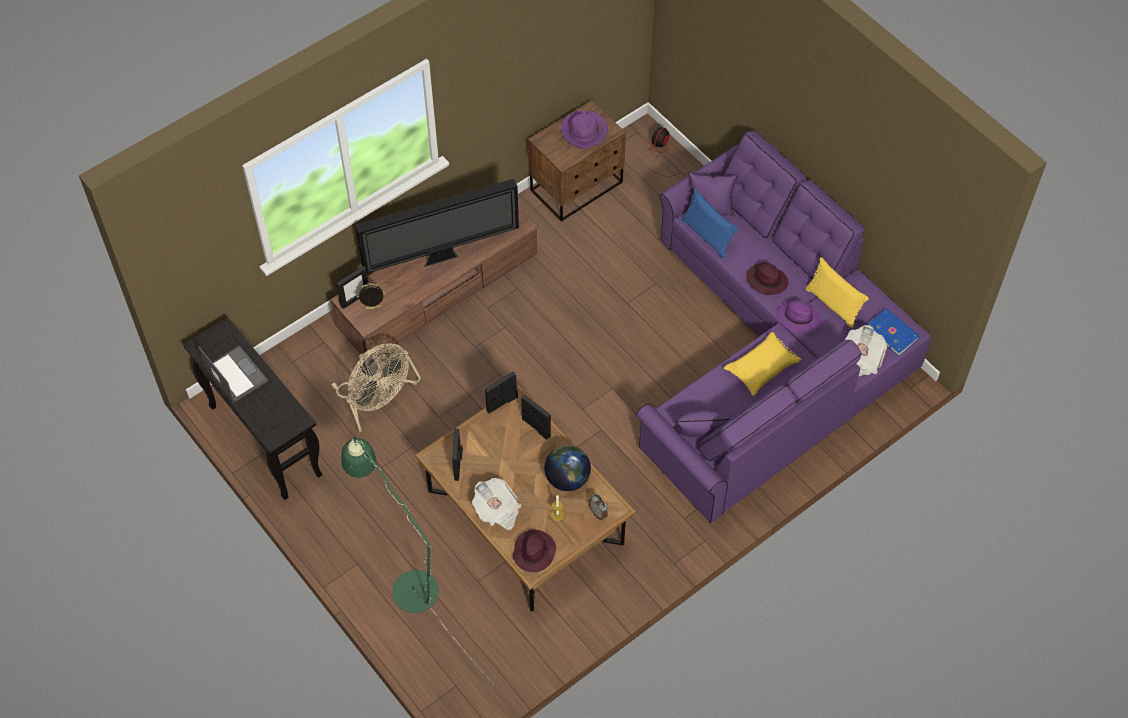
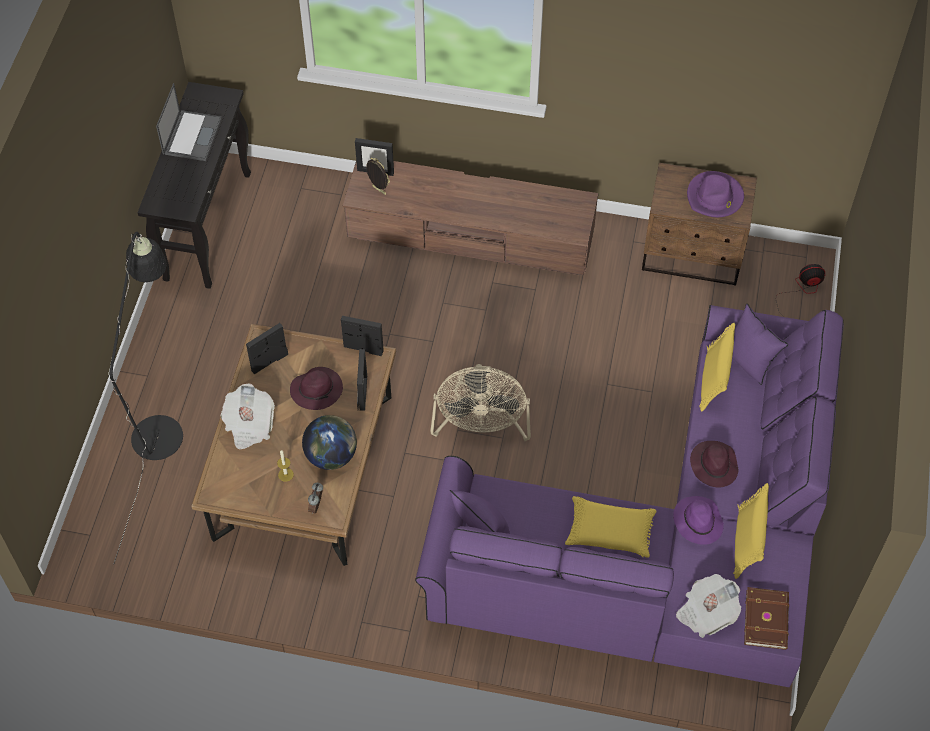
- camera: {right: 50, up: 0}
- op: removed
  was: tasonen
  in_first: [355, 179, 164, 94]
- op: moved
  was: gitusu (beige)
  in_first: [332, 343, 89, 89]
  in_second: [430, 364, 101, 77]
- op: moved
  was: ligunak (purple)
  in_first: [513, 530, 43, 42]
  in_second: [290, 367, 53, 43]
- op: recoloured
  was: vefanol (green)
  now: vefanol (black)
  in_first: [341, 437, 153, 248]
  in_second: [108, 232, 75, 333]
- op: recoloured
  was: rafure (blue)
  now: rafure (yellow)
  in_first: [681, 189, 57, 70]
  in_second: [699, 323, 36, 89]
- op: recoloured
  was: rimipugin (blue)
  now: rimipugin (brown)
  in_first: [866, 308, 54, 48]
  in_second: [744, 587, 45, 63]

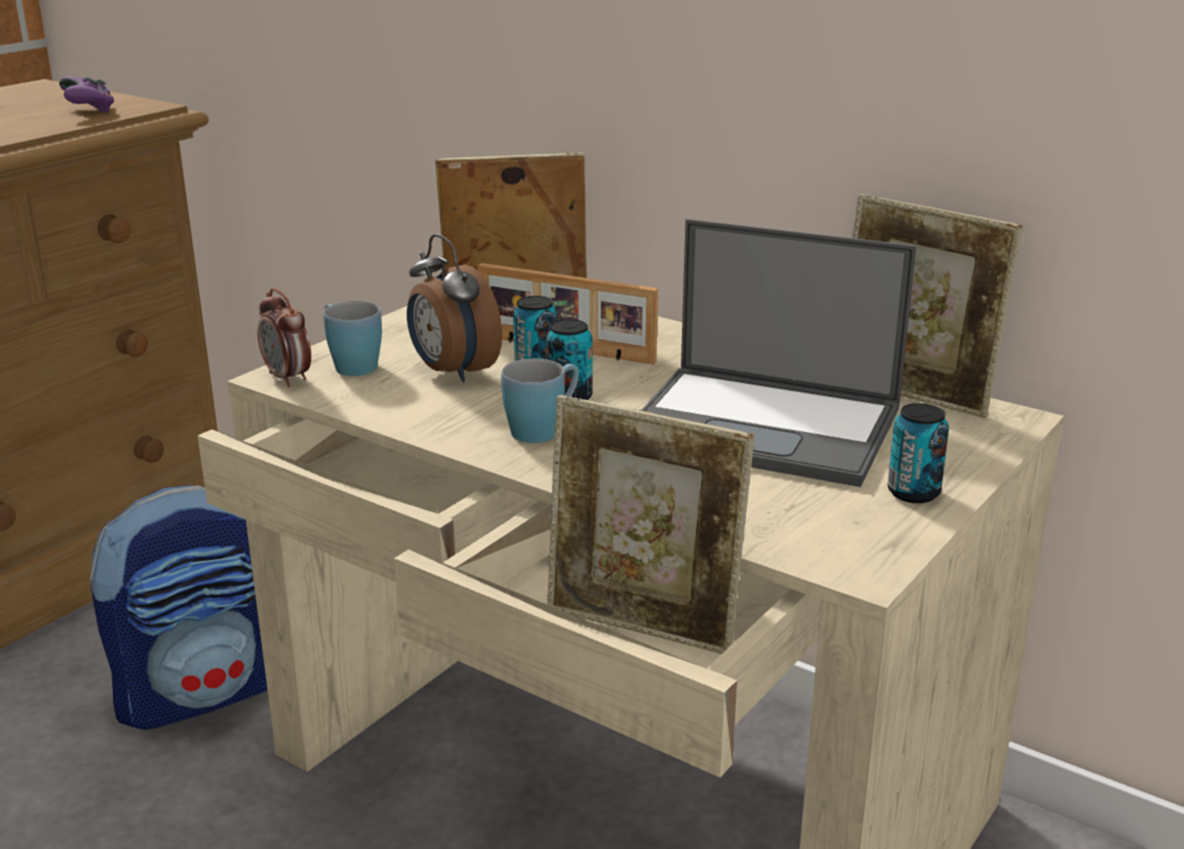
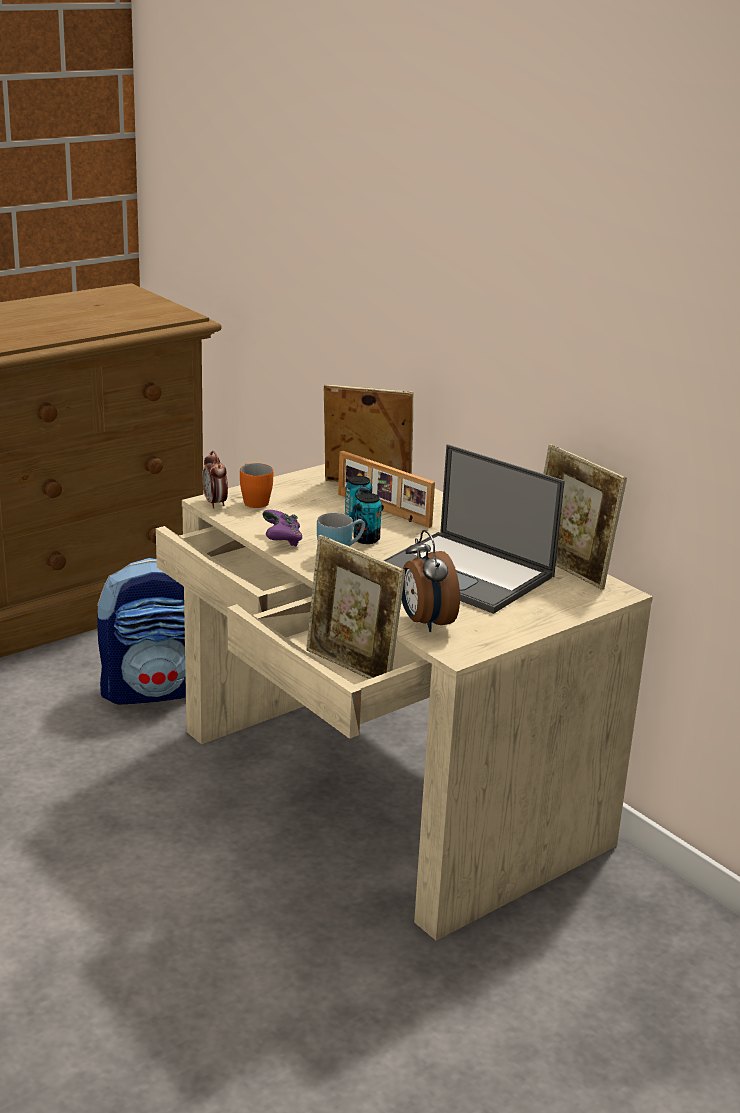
- camera: {right: 15, up: 0}
- op: removed
  was: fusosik
  in_first: [888, 403, 61, 100]
- op: moved
  was: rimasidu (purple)
  in_first: [59, 77, 55, 36]
  in_second: [262, 510, 40, 36]
- op: moved
  was: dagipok
  in_first: [407, 234, 95, 148]
  in_second: [402, 530, 58, 102]
- op: recoloured
  was: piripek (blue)
  now: piripek (orange)
  in_first: [323, 301, 59, 75]
  in_second: [240, 463, 33, 45]

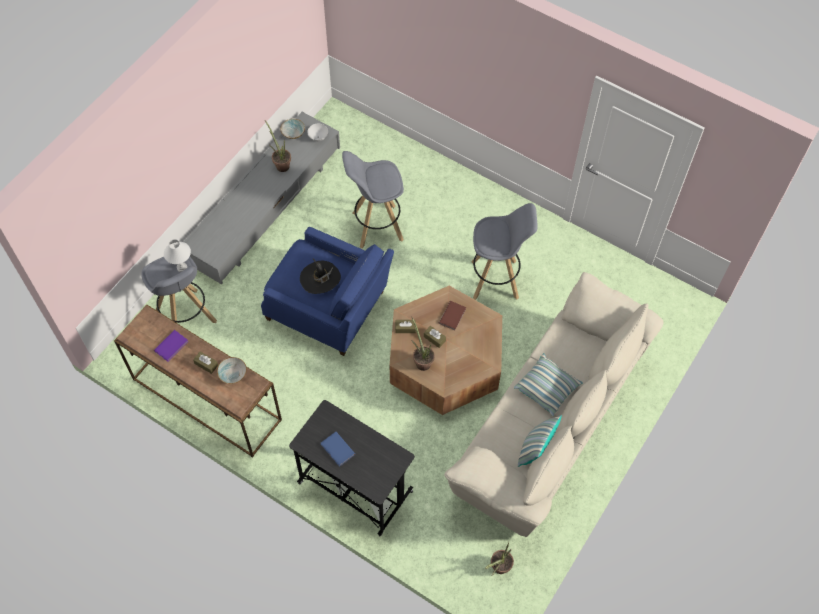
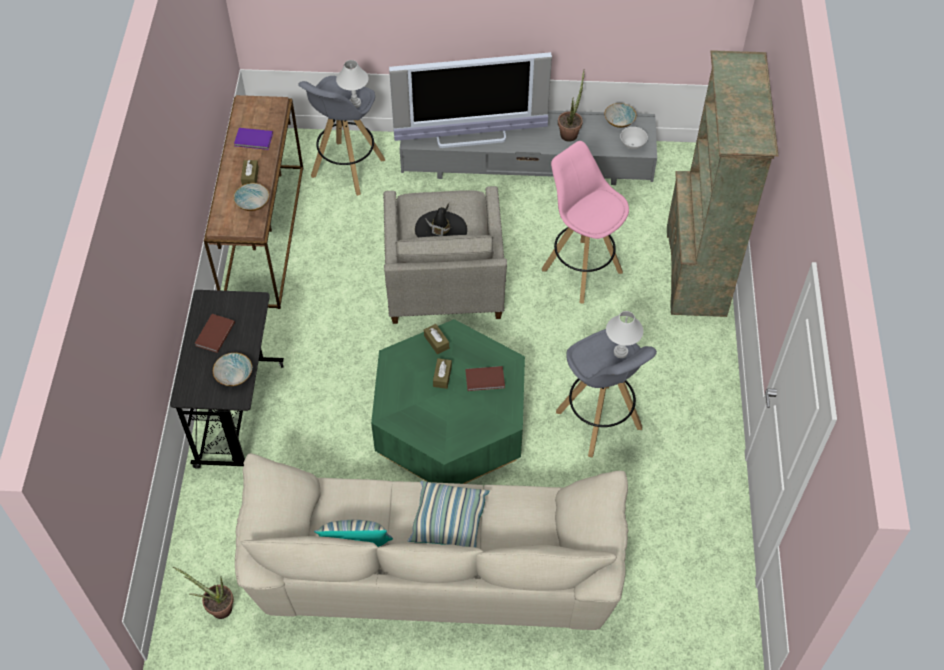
- camera: {right: 60, up: -5}
- op: removed
  was: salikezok
  in_first: [411, 317, 24, 54]
- op: added
  now: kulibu
  in_second: [213, 353, 39, 33]
- op: added
  now: tasonen
  in_second: [389, 52, 163, 96]
- op: added
  now: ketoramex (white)
  in_second: [606, 311, 37, 47]
- op: added
  now: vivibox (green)
  in_second: [667, 50, 112, 267]
- op: recoloured
  was: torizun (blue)
  now: torizun (grey)
  in_first: [261, 227, 133, 129]
  in_second: [383, 186, 124, 138]
- op: recoloured
  was: rimipugin (blue)
  now: rimipugin (brown)
  in_first: [321, 432, 34, 35]
  in_second: [194, 314, 41, 39]
- op: recoloured
  was: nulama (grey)
  now: nulama (pink)
  in_first: [342, 151, 62, 97]
  in_second: [542, 141, 87, 163]
- op: recoloured
  was: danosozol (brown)
  now: danosozol (green)
  in_first: [390, 286, 112, 129]
  in_second: [371, 319, 154, 165]

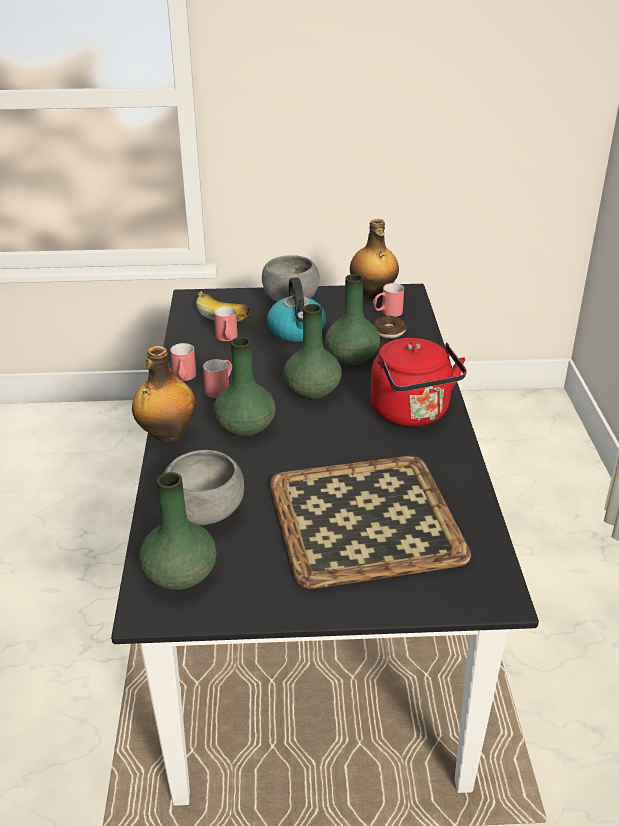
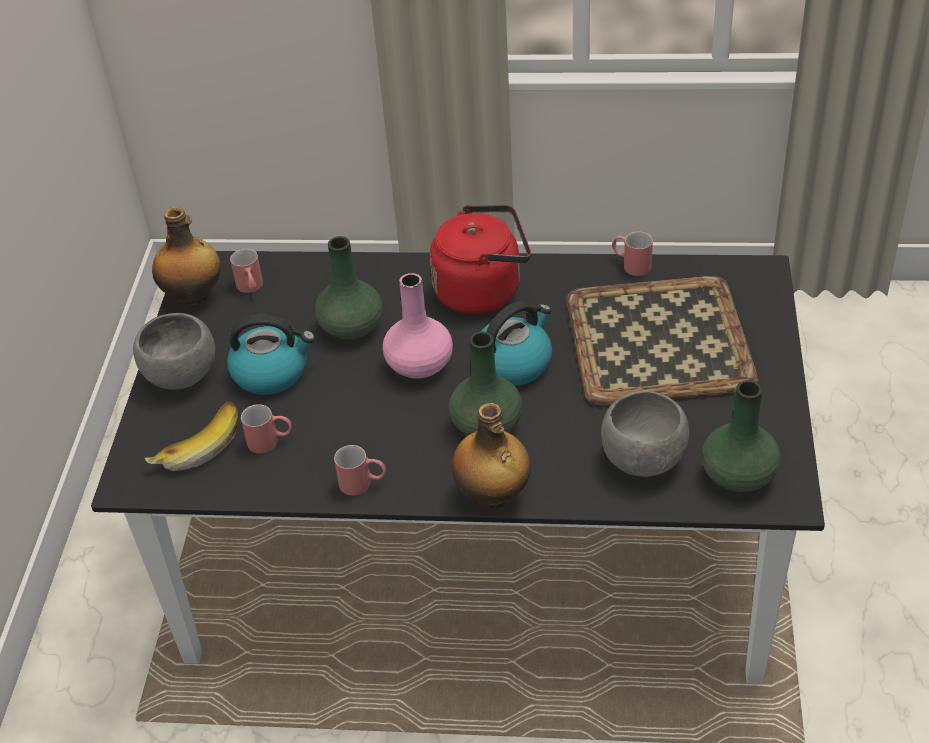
- camera: {right: -80, up: 10}
- op: removed
  was: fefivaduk
  in_first: [373, 316, 33, 23]
- op: added
  now: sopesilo
  in_second: [480, 301, 72, 85]
- op: moved
  was: piripek (red)
  in_first: [203, 359, 29, 39]
  in_second: [612, 232, 41, 44]
- op: recoloured
  was: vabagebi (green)
  now: vabagebi (pink)
  in_first: [284, 304, 58, 95]
  in_second: [383, 273, 70, 106]

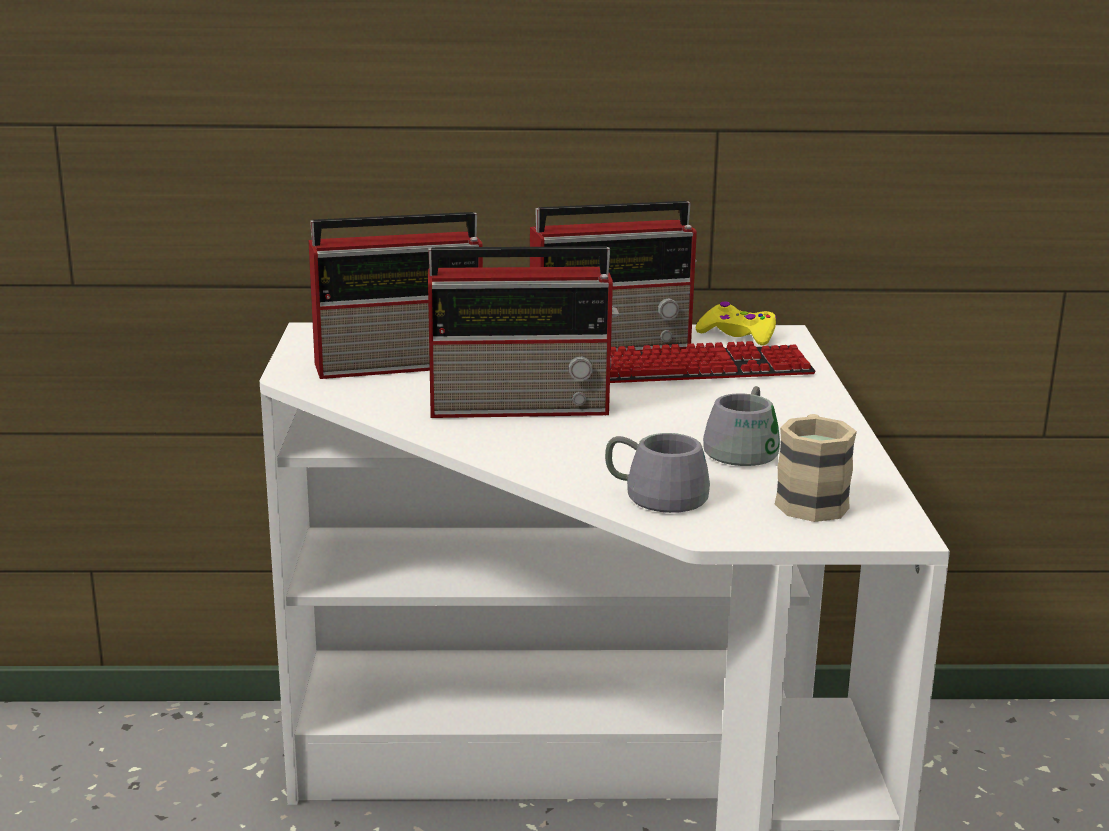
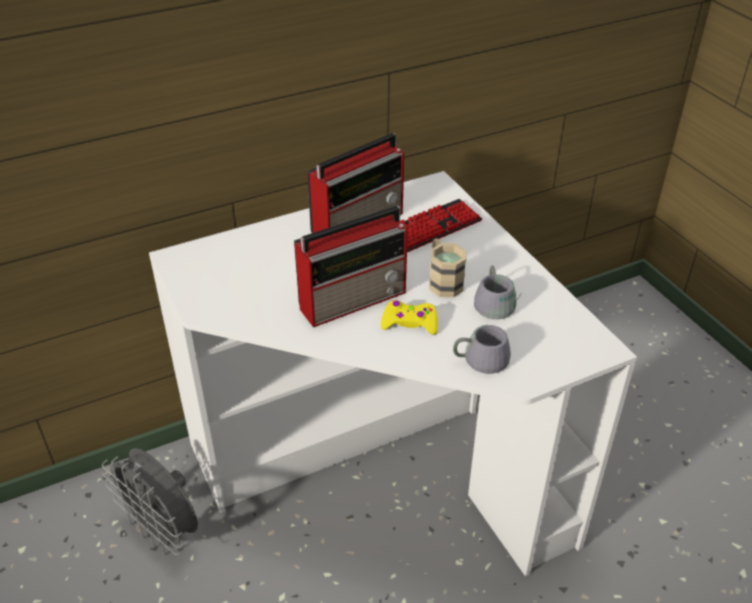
- camera: {right: -25, up: 20}
- op: removed
  was: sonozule
  in_first: [308, 212, 175, 167]
- op: added
  now: gitusu (grey)
  in_second: [102, 448, 96, 107]
- op: moved
  was: rimasidu (yellow)
  in_first: [696, 301, 81, 45]
  in_second: [381, 300, 57, 35]
- op: moved
  was: piripek (beige)
  in_first: [775, 414, 82, 108]
  in_second: [430, 239, 36, 58]

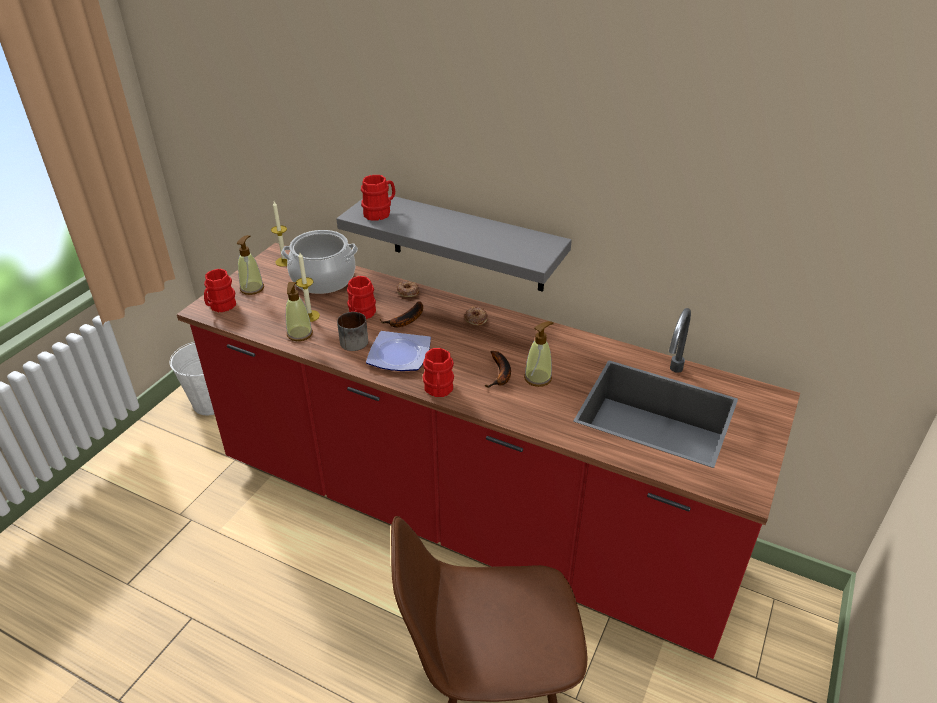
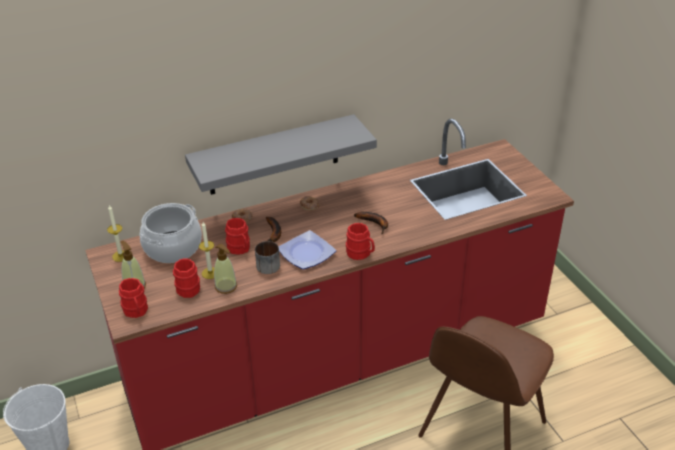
- camera: {right: -50, up: 0}
- op: removed
  was: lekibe
  in_first: [524, 321, 30, 66]
- op: moved
  was: piripek (red)
  in_first: [361, 175, 34, 45]
  in_second: [173, 259, 27, 39]

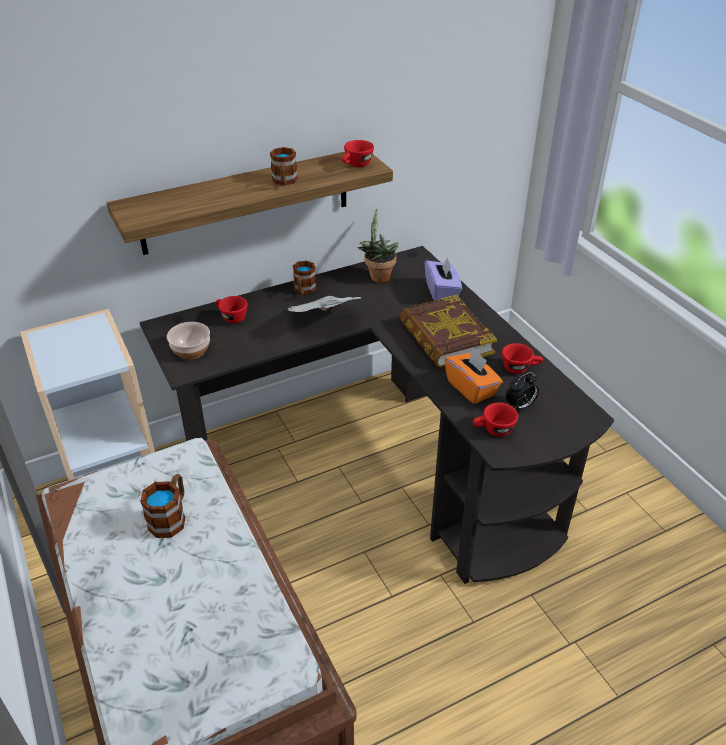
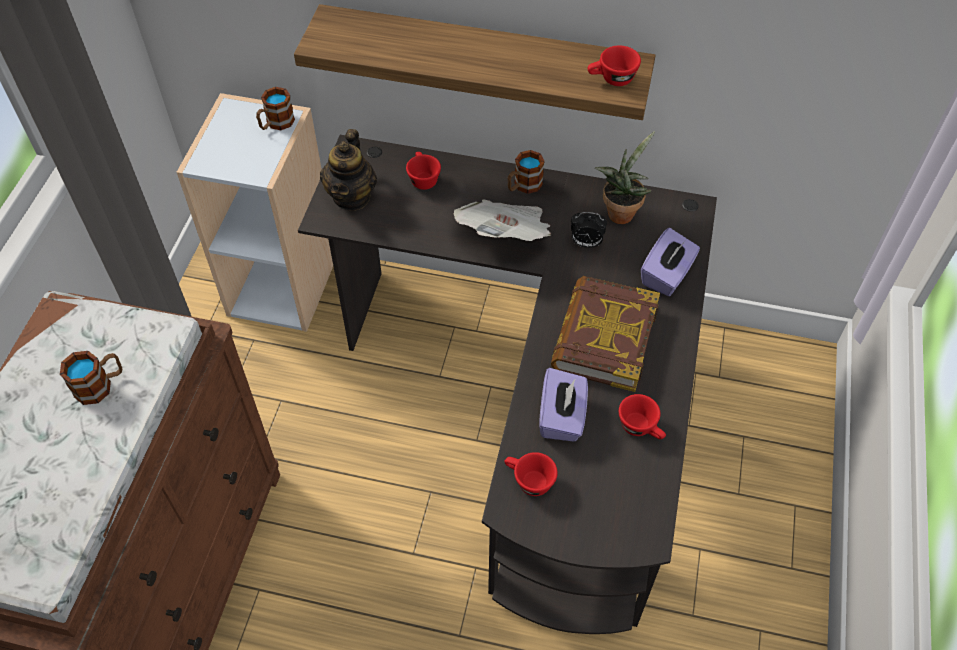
- camera: {right: 40, up: 15}
- op: moved
  was: piripek
  in_first: [270, 147, 28, 38]
  in_second: [256, 87, 39, 43]
- op: moved
  was: dagipok
  in_first: [506, 372, 33, 37]
  in_second: [571, 212, 36, 36]
- op: replaced
  was: kulibu
  now: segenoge
  in_first: [167, 322, 43, 38]
  in_second: [320, 129, 57, 82]
- op: recoloured
  was: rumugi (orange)
  now: rumugi (purple)
  in_first: [445, 348, 58, 56]
  in_second: [540, 368, 48, 74]

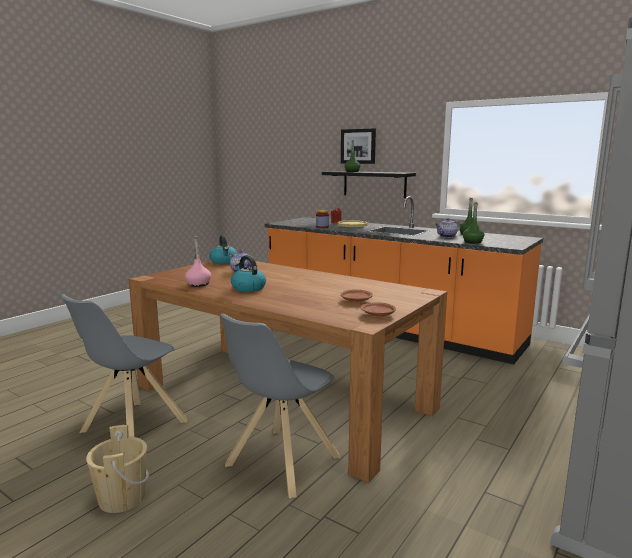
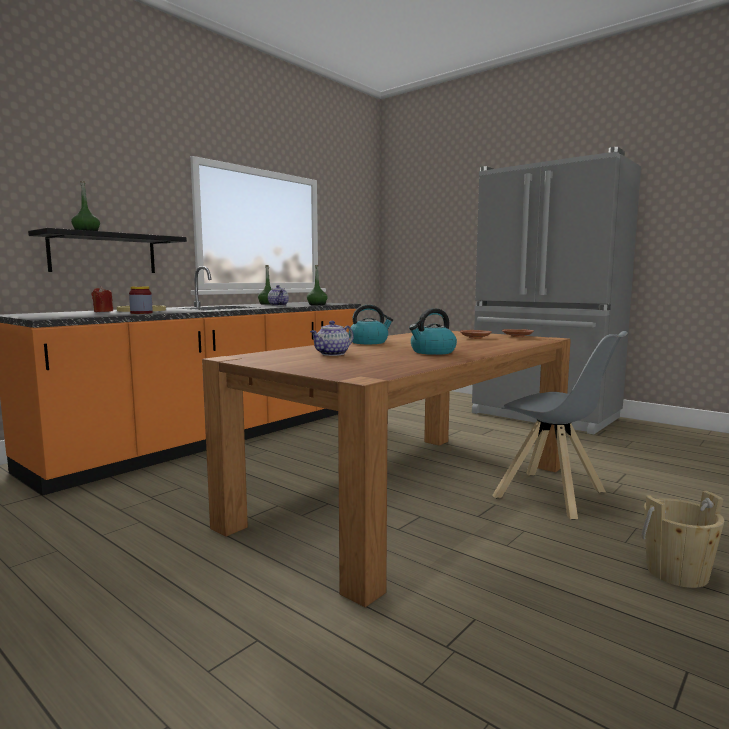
- camera: {right: -85, up: -5}
- op: removed
  was: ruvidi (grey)
  in_first: [60, 294, 128, 143]
- op: removed
  was: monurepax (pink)
  in_first: [185, 236, 26, 51]
- op: removed
  was: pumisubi
  in_first: [341, 128, 35, 36]
- op: moved
  was: sopesilo
  in_first: [209, 235, 28, 29]
  in_second: [348, 305, 45, 39]

